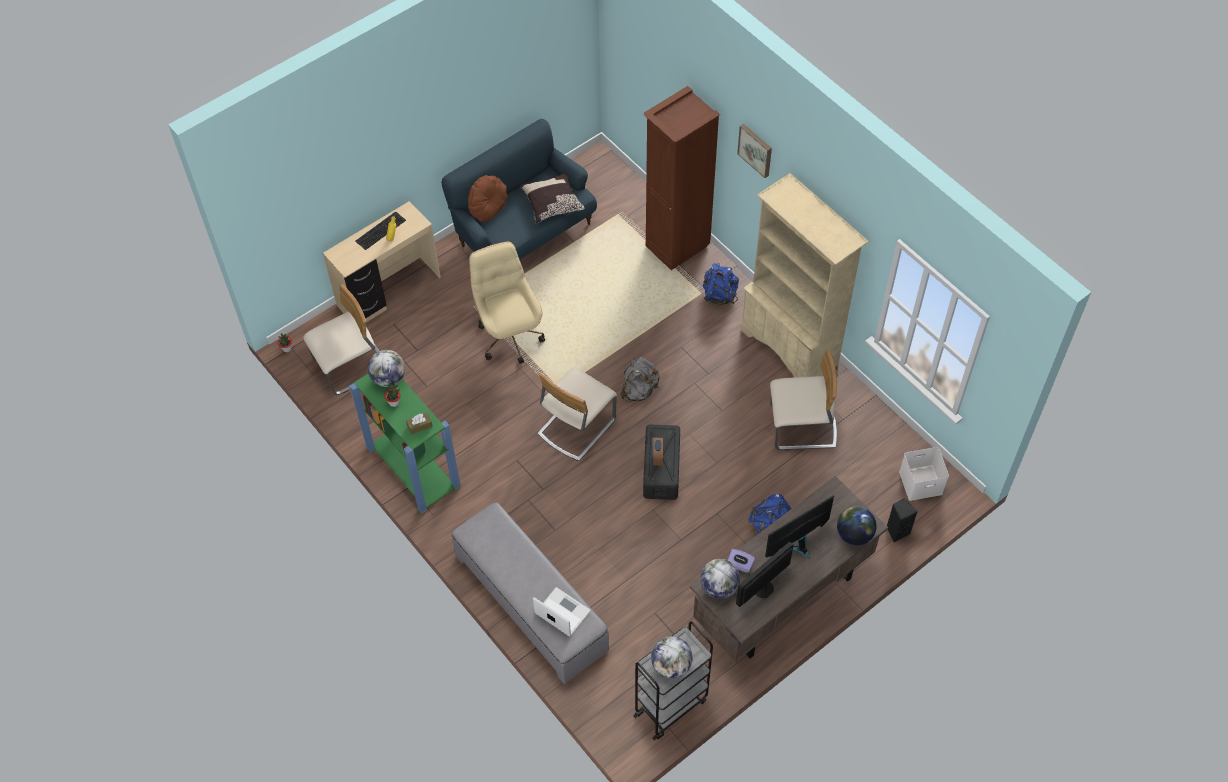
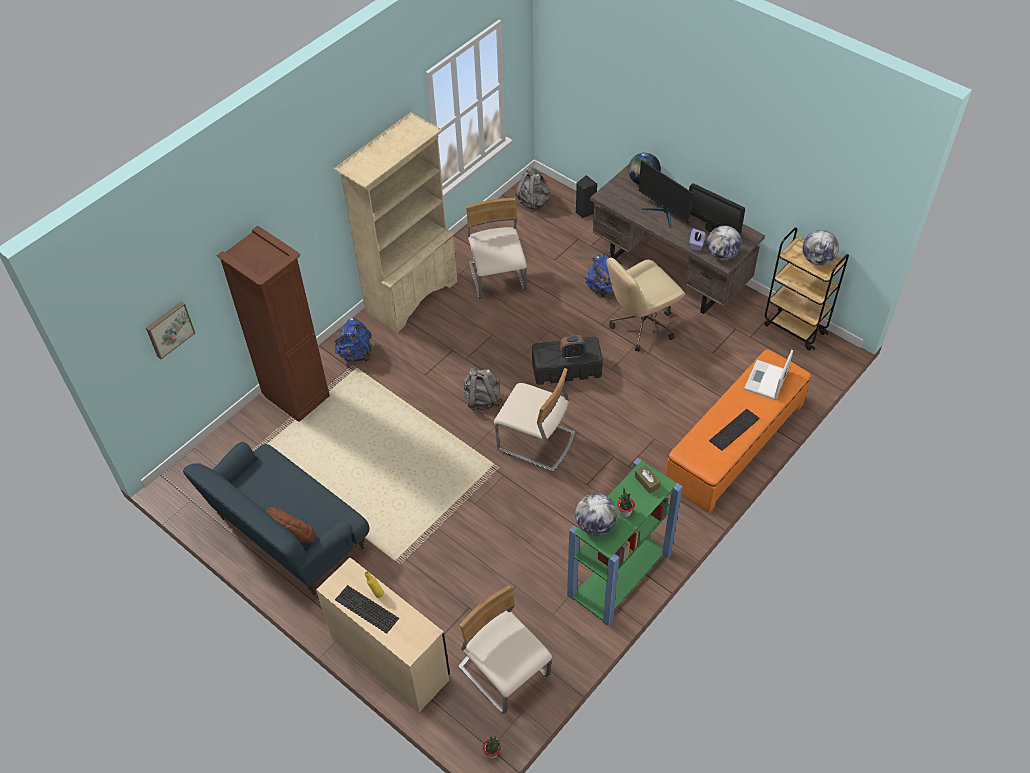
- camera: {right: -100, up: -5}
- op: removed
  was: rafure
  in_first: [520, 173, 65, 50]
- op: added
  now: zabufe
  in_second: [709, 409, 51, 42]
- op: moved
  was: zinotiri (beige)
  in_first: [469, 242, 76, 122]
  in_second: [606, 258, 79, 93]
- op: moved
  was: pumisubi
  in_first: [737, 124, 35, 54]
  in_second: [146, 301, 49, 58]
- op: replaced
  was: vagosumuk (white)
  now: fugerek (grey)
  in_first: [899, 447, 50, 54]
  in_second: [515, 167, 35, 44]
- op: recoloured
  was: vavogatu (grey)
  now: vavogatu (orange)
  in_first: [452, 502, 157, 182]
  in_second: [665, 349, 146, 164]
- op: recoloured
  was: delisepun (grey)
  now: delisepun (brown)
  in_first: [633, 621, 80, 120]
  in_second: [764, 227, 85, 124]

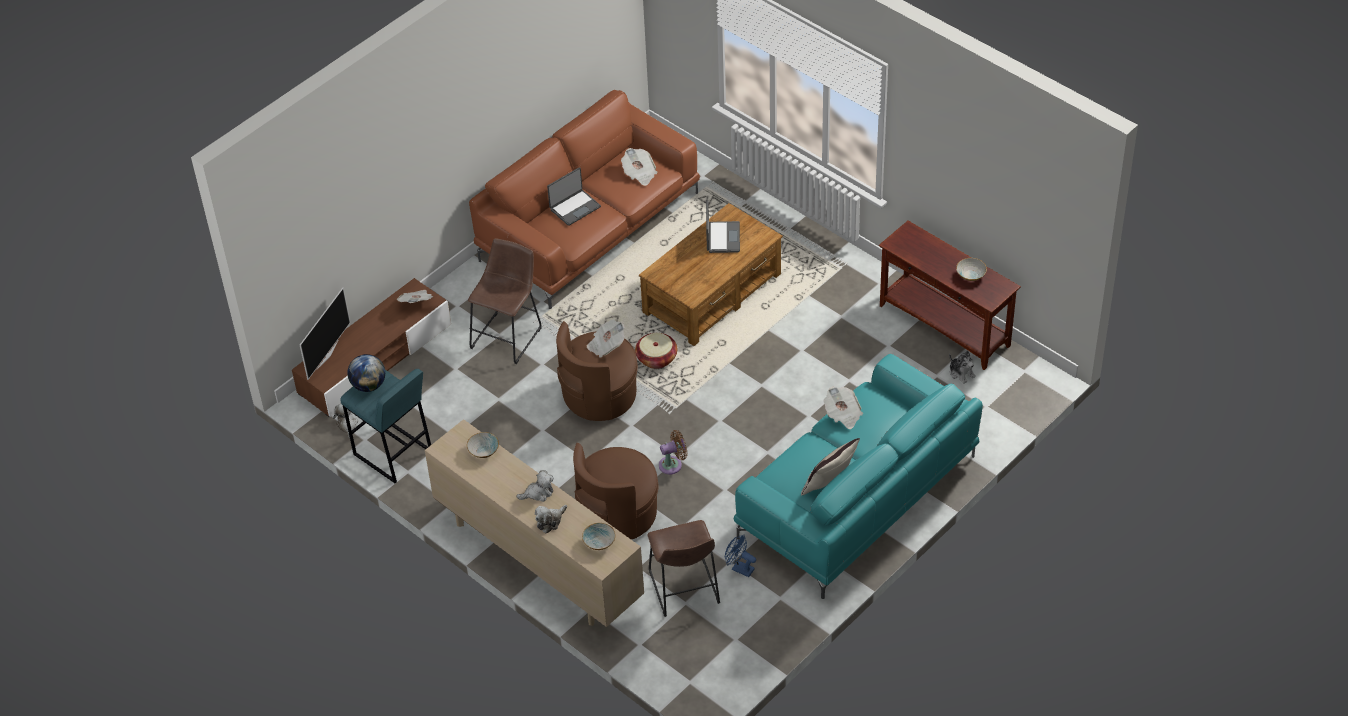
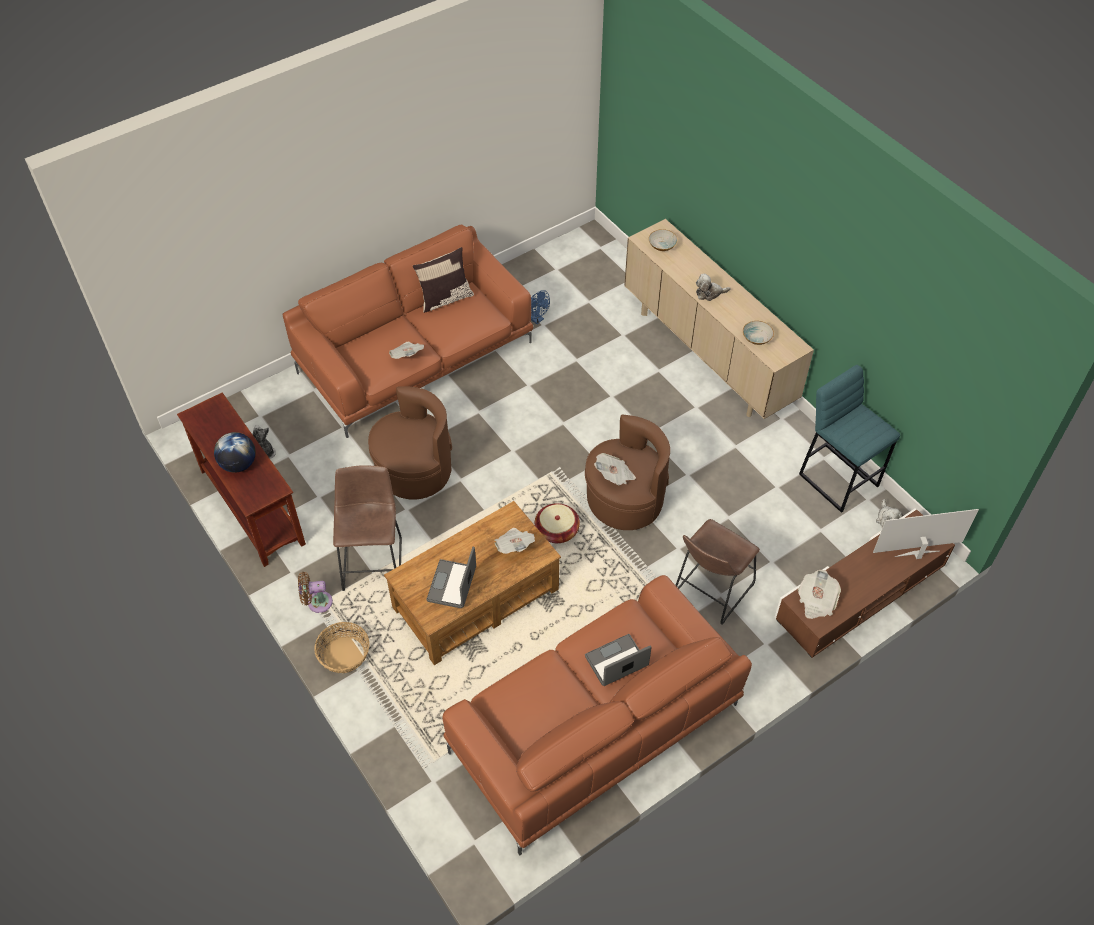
- camera: {right: -170, up: 5}
- op: removed
  was: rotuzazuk
  in_first: [535, 505, 32, 28]
- op: removed
  was: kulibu
  in_first: [956, 258, 31, 23]
- op: added
  now: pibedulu
  in_second: [314, 622, 56, 51]
- op: moved
  was: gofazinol
  in_first: [347, 354, 38, 38]
  in_second: [214, 432, 42, 41]
- op: moved
  was: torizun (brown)
  in_first: [573, 443, 85, 96]
  in_second: [368, 386, 84, 113]
- op: moved
  was: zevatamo
  in_first: [621, 148, 37, 38]
  in_second: [494, 528, 41, 26]
- op: moved
  was: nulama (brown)
  in_first: [647, 520, 73, 97]
  in_second: [333, 465, 69, 126]
- op: moved
  was: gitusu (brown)
  in_first: [659, 430, 29, 44]
  in_second: [298, 572, 35, 41]
- op: recoloured
  was: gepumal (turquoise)
  now: gepumal (brown)
  in_first: [734, 354, 249, 245]
  in_second: [283, 225, 250, 213]
- op: turned
  was: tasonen
  in_first: [300, 288, 50, 92]
  in_second: [873, 509, 106, 50]
  clockwise: 45

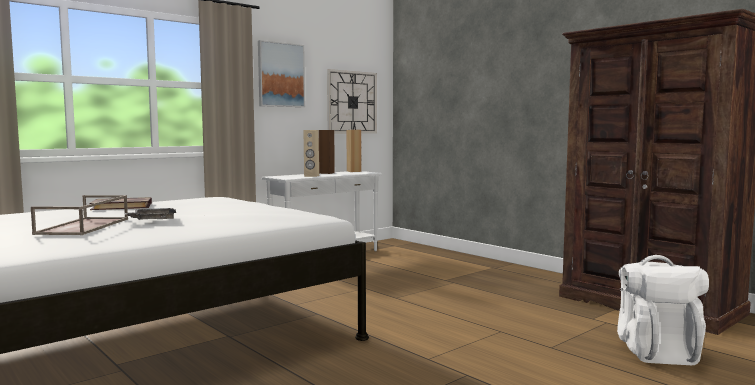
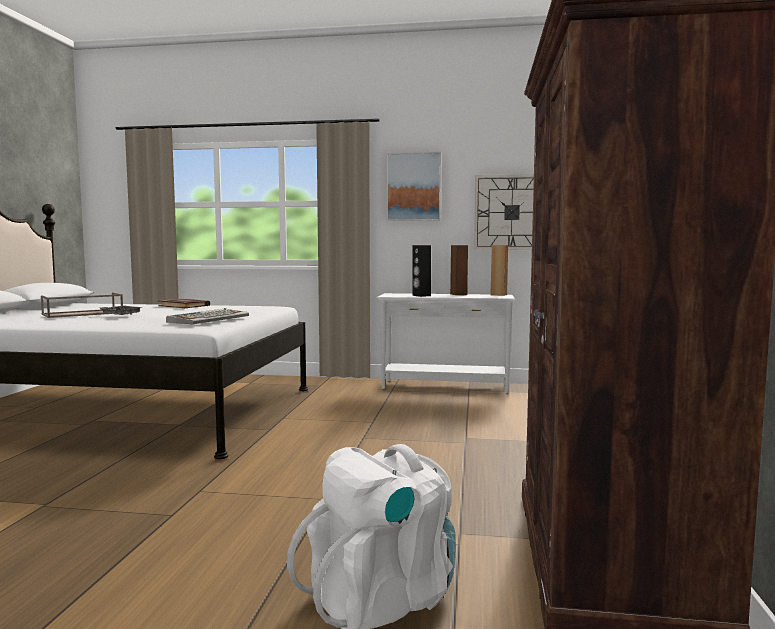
- camera: {right: 50, up: 0}
- op: added
  now: zabufe
  in_second: [166, 308, 83, 16]
- op: recoloured
  was: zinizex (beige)
  now: zinizex (black)
  in_first: [303, 130, 16, 47]
  in_second: [412, 245, 19, 52]

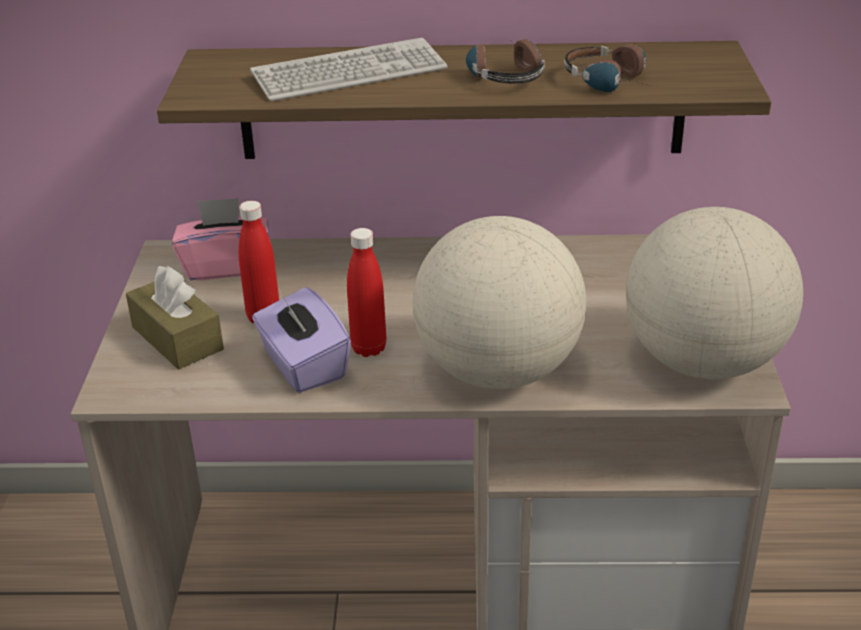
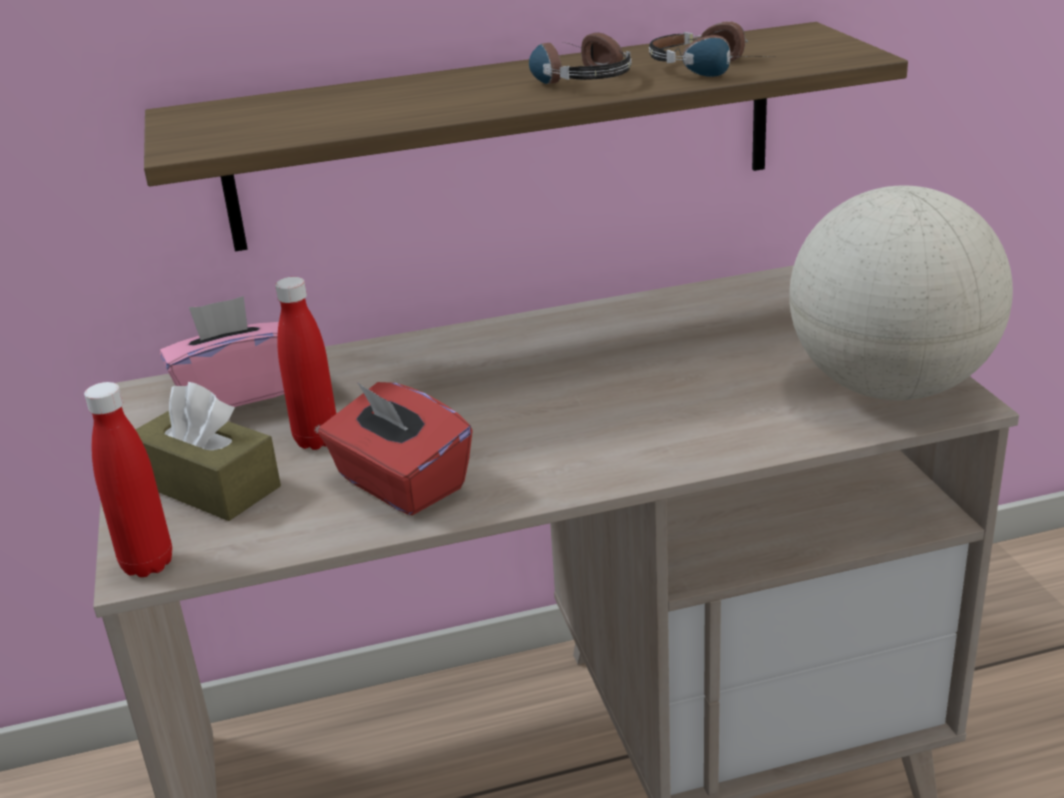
- camera: {right: -15, up: -5}
- op: removed
  was: zabufe
  in_first: [250, 38, 198, 63]
- op: removed
  was: gofazinol
  in_first: [413, 216, 173, 173]
- op: moved
  was: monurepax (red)
  in_first: [347, 228, 39, 129]
  in_second: [84, 382, 88, 195]
- op: recoloured
  was: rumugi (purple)
  now: rumugi (red)
  in_first: [252, 287, 99, 106]
  in_second: [318, 382, 155, 133]

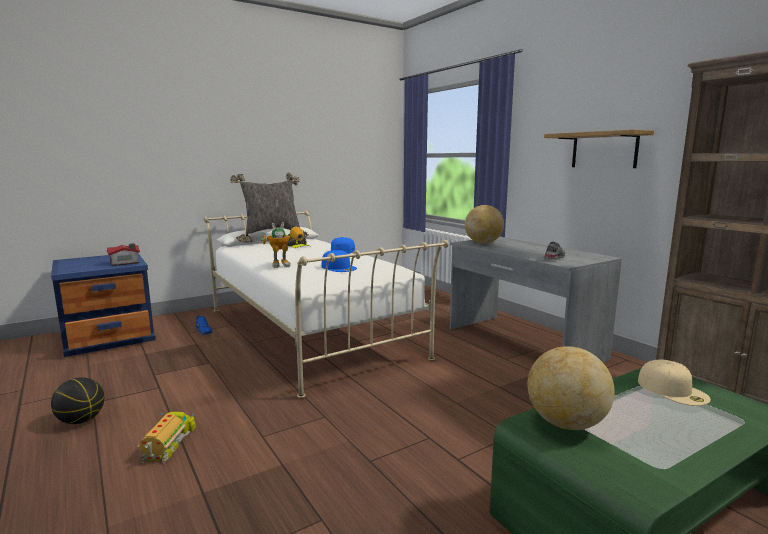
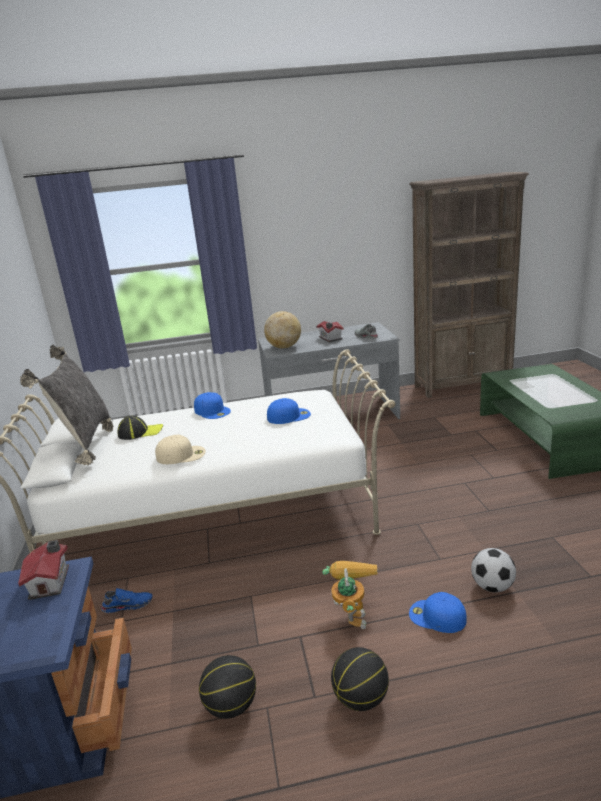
- camera: {right: -65, up: 10}
- op: removed
  was: gofazinol
  in_first: [528, 346, 87, 84]
- op: removed
  was: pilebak
  in_first: [544, 129, 110, 39]
- op: added
  now: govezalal
  in_second: [199, 655, 57, 64]
- op: added
  now: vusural
  in_second: [316, 321, 28, 21]
- op: added
  now: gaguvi
  in_second: [471, 548, 45, 44]
- op: moved
  was: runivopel
  in_first: [261, 222, 43, 46]
  in_second: [322, 561, 55, 68]
- op: moved
  was: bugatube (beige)
  in_first: [638, 359, 73, 47]
  in_second: [155, 435, 51, 29]
- op: replaced
  was: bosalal
  now: bugatube (blue)
  in_first: [137, 412, 59, 51]
  in_second: [409, 592, 58, 41]

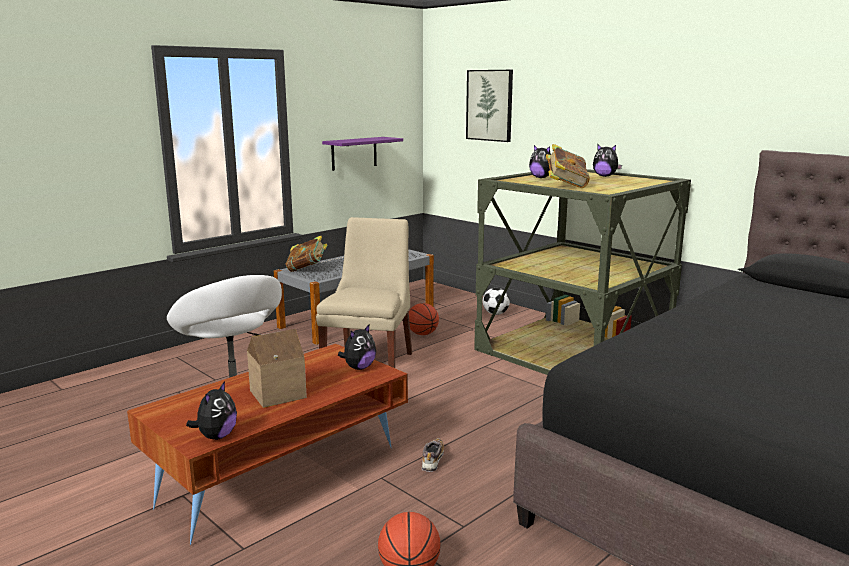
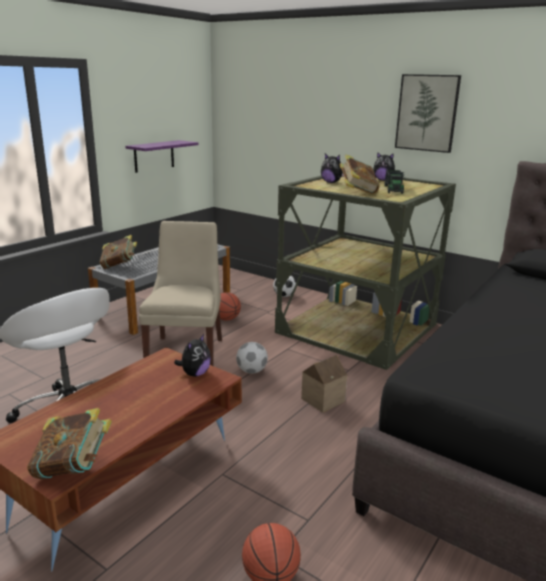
- camera: {right: -10, up: 5}
- op: removed
  was: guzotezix
  in_first: [422, 438, 22, 34]
- op: added
  now: gaguvi
  in_second: [236, 342, 32, 32]
- op: added
  now: bosalal
  in_second: [384, 170, 21, 24]
- op: moved
  was: vusural
  in_first: [247, 329, 60, 79]
  in_second: [301, 355, 46, 58]
- op: moved
  was: pumisubi
  in_first: [466, 70, 47, 72]
  in_second: [395, 74, 66, 79]
- op: replaced
  was: rotuzazuk
  now: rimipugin
  in_first: [186, 381, 51, 59]
  in_second: [27, 408, 85, 71]

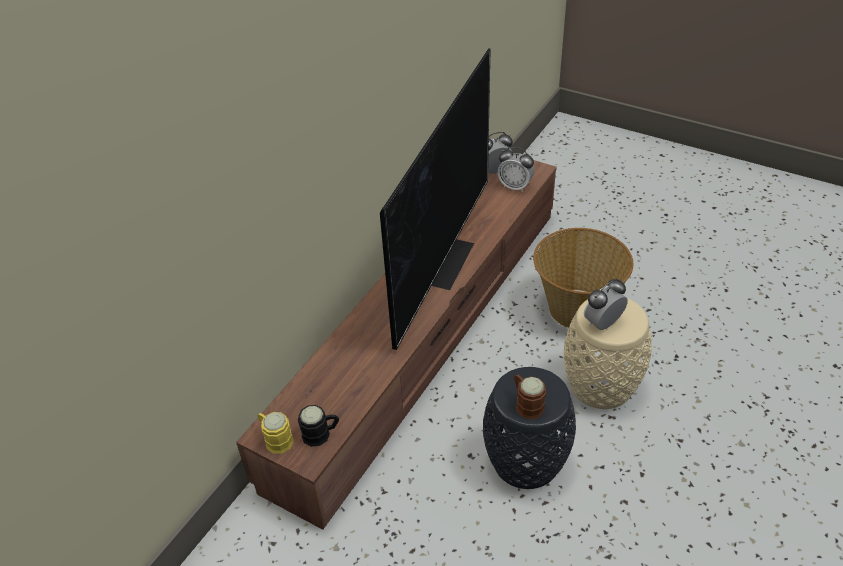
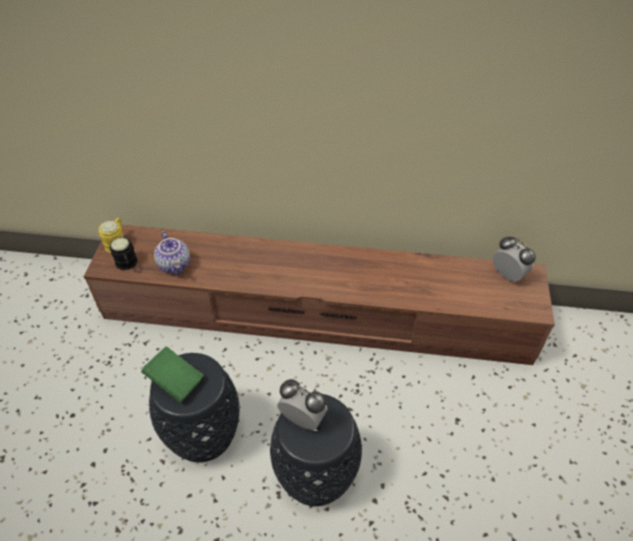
- camera: {right: 65, up: 5}
- op: removed
  was: tasonen
  in_first: [380, 48, 111, 302]
- op: removed
  was: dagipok
  in_first: [498, 147, 36, 45]
- op: removed
  was: pibedulu
  in_first: [533, 228, 100, 100]
- op: added
  now: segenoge
  in_second: [154, 231, 36, 44]
- op: replaced
  was: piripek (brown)
  now: rimipugin (green)
  in_first: [514, 375, 32, 44]
  in_second: [141, 346, 63, 57]
- op: recoloured
  was: nulama (beige)
  now: nulama (black)
  in_first: [564, 298, 88, 111]
  in_second: [270, 394, 92, 112]

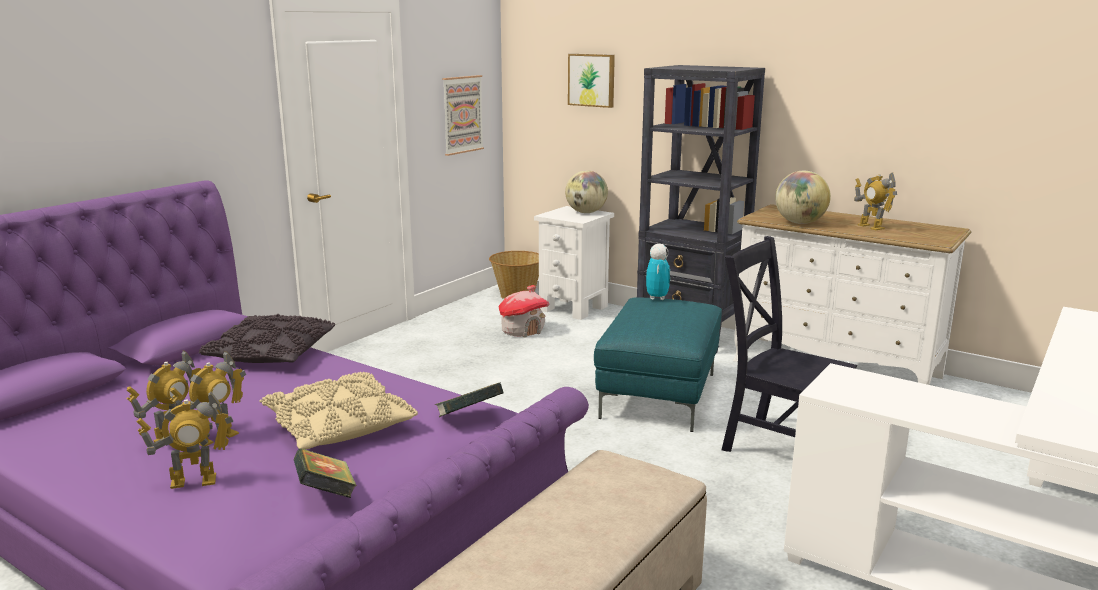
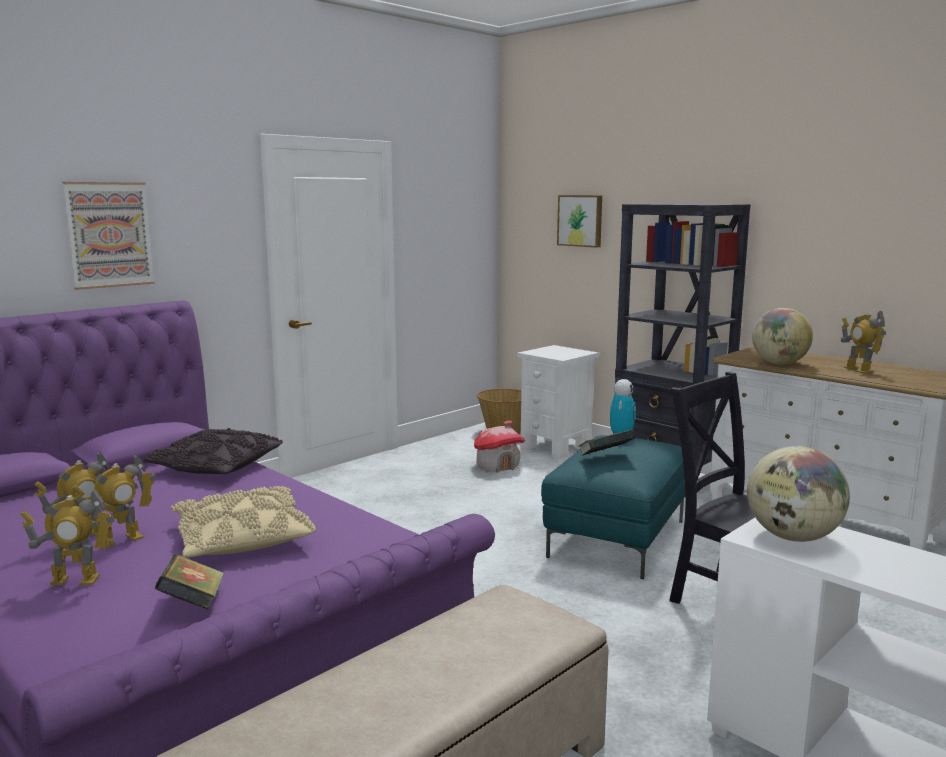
- camera: {right: 10, up: -5}
- op: moved
  was: rimipugin
  in_first: [435, 383, 69, 34]
  in_second: [579, 429, 57, 27]
- op: moved
  was: pumisubi
  in_first: [442, 75, 42, 81]
  in_second: [62, 182, 93, 108]
- op: moved
  was: gofazinol
  in_first: [565, 170, 43, 43]
  in_second: [747, 446, 103, 96]

